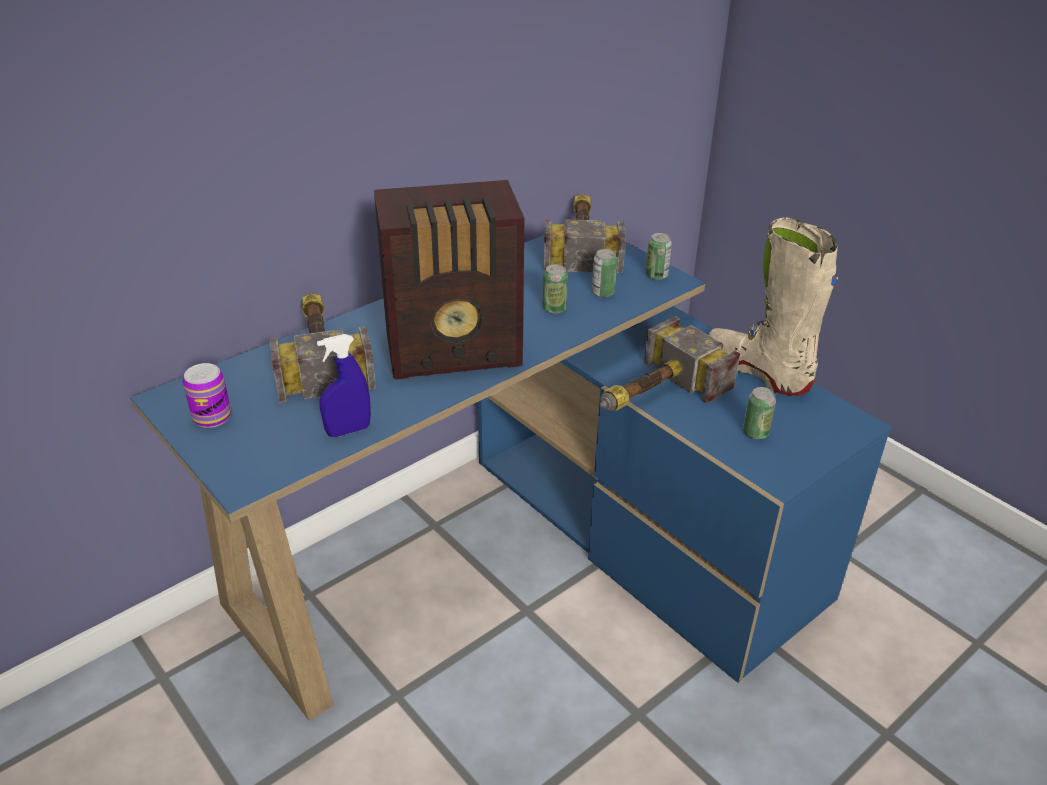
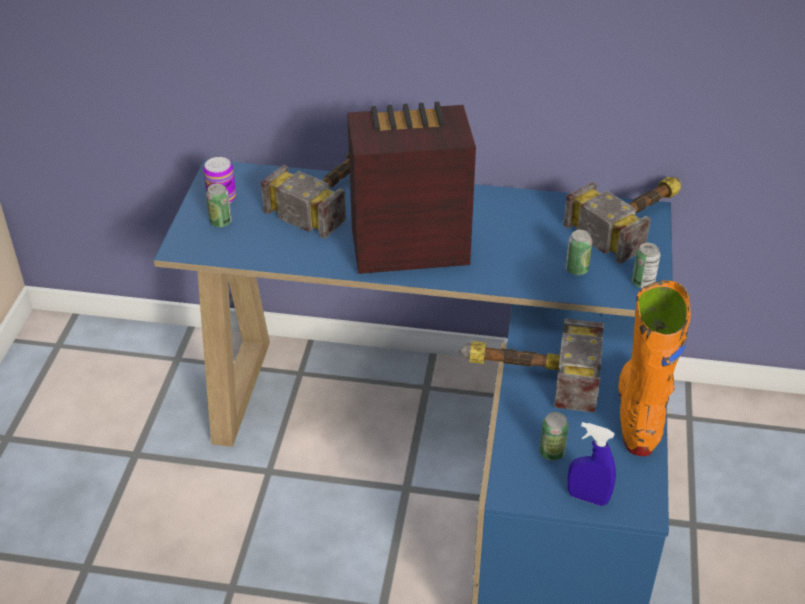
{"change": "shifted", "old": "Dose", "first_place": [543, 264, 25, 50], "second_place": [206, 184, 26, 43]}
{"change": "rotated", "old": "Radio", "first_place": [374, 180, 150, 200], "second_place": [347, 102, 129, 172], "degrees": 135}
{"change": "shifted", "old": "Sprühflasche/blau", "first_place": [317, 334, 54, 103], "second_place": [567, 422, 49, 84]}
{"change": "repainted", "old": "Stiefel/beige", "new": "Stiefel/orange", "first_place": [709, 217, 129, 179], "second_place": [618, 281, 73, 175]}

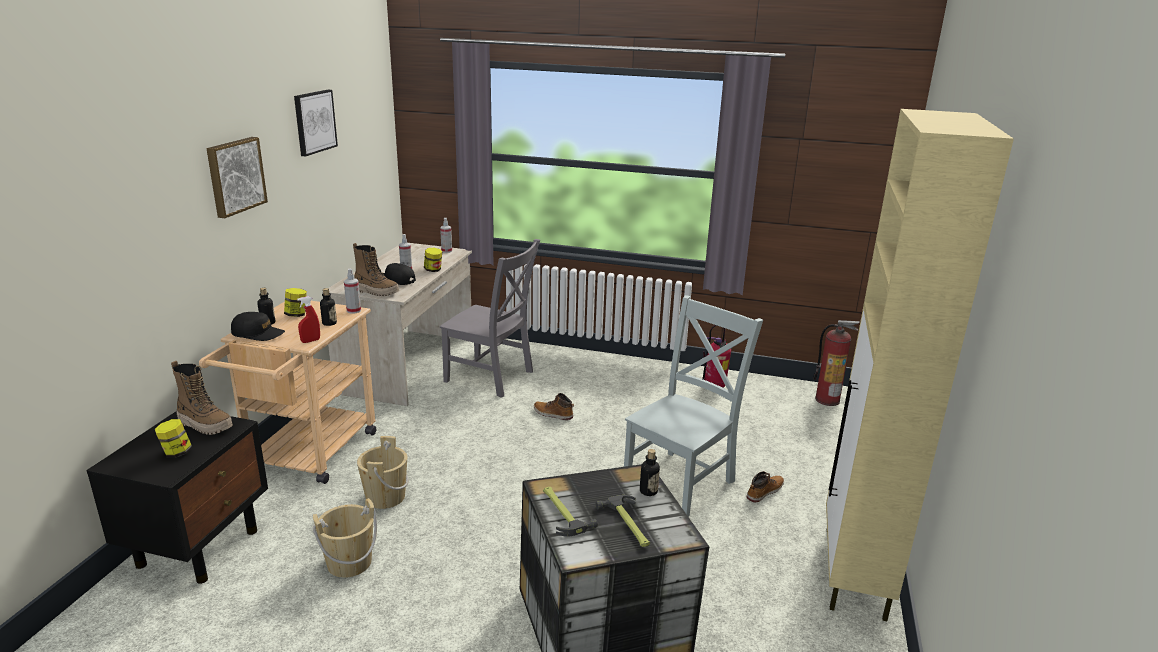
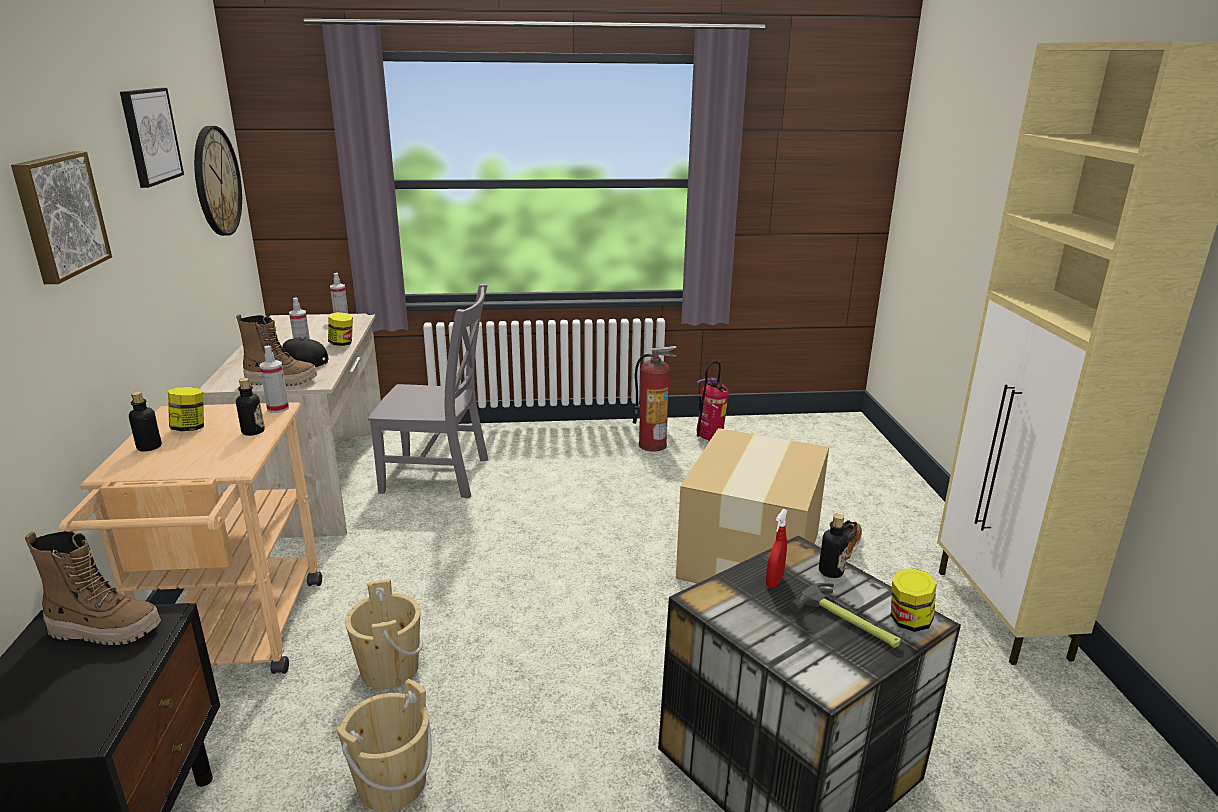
{"change": "new", "new": "Wanduhr", "second_place": [194, 126, 48, 110]}
{"change": "shifted", "old": "Feuerlöscher", "first_place": [813, 320, 47, 86], "second_place": [632, 346, 45, 106]}
{"change": "swapped", "old": "Stuhl/grau", "new": "Karton", "first_place": [624, 295, 139, 222], "second_place": [676, 428, 153, 155]}
{"change": "shifted", "old": "Sprühflasche/rot", "first_place": [297, 296, 23, 47], "second_place": [766, 509, 22, 79]}
{"change": "shifted", "old": "Vorratsglas", "first_place": [155, 419, 38, 39], "second_place": [891, 568, 46, 64]}
{"change": "gone", "old": "Kappe/schwarz", "first_place": [231, 312, 54, 29]}
{"change": "gone", "old": "Stiefel", "first_place": [534, 393, 40, 27]}
{"change": "gone", "old": "Hammer", "first_place": [543, 487, 55, 50]}

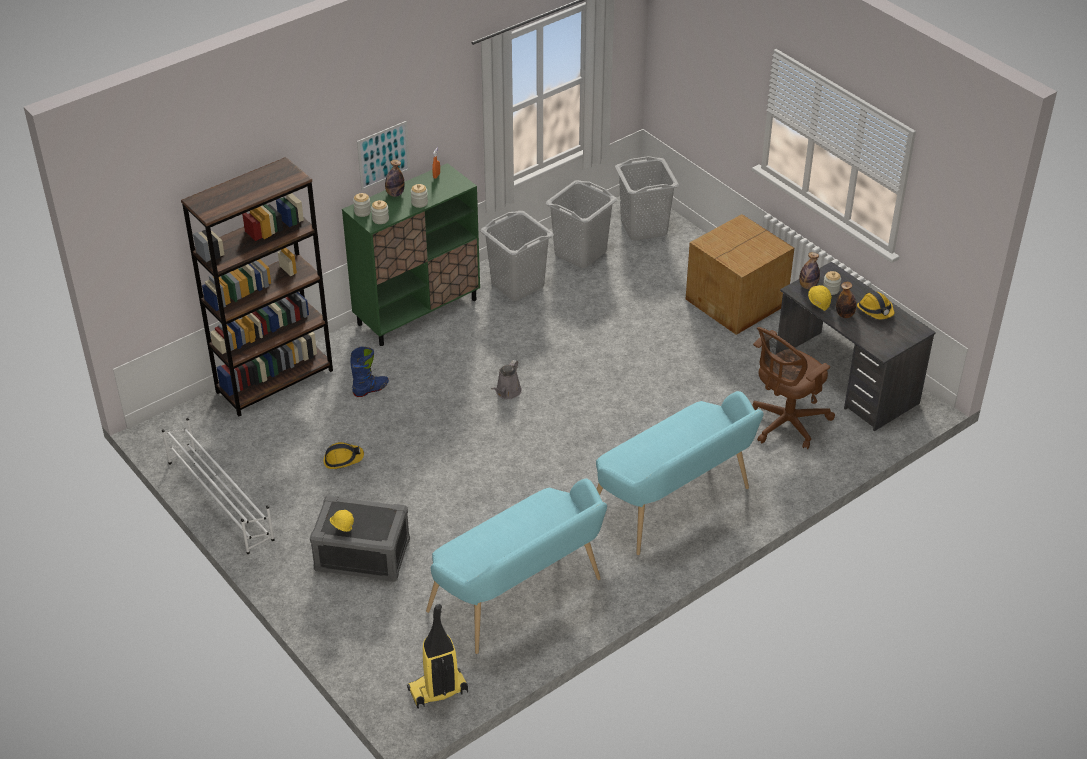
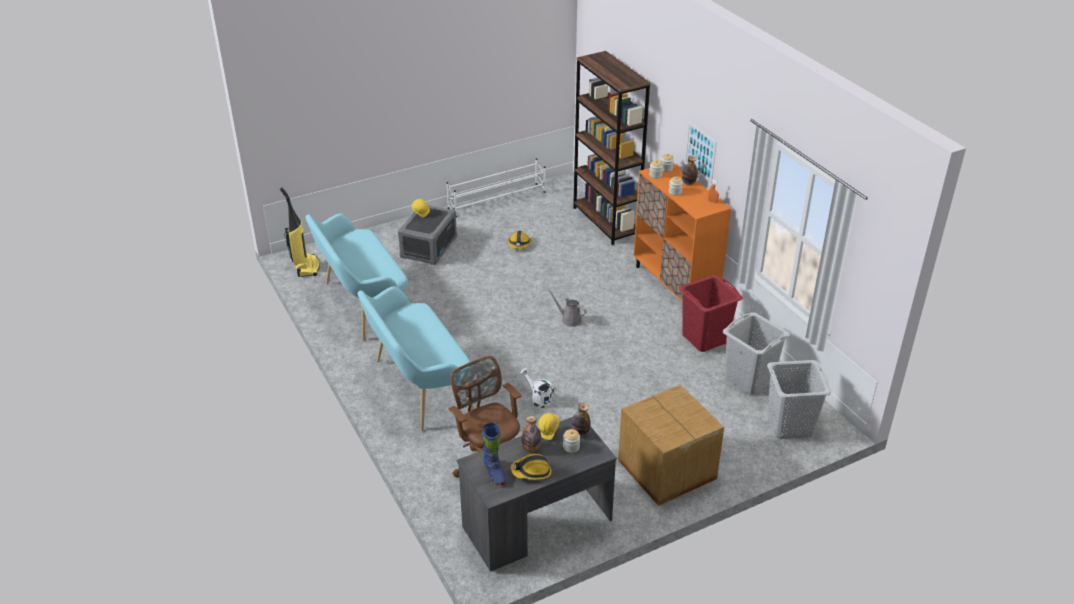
{"change": "shifted", "old": "Stiefel/blau", "first_place": [350, 347, 39, 50], "second_place": [482, 422, 25, 63]}
{"change": "new", "new": "Gießkanne/weiß", "second_place": [520, 368, 34, 40]}
{"change": "repainted", "old": "Schrank/grün", "new": "Schrank/orange", "first_place": [342, 163, 138, 183], "second_place": [634, 163, 97, 139]}
{"change": "repainted", "old": "Wäschekorb/grau", "new": "Wäschekorb/rot", "first_place": [481, 211, 73, 90], "second_place": [679, 275, 64, 77]}

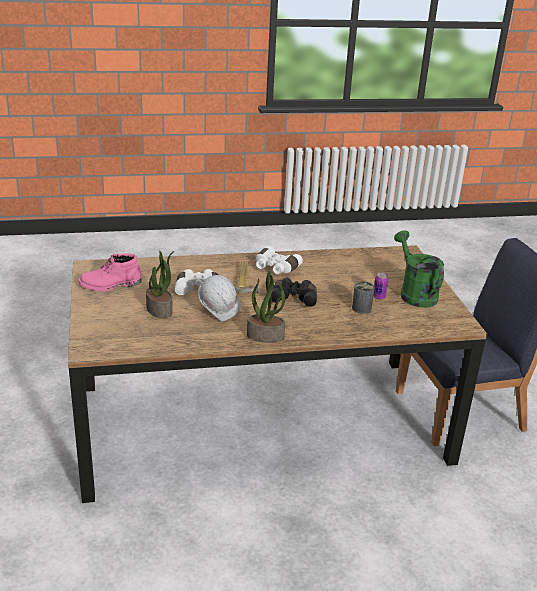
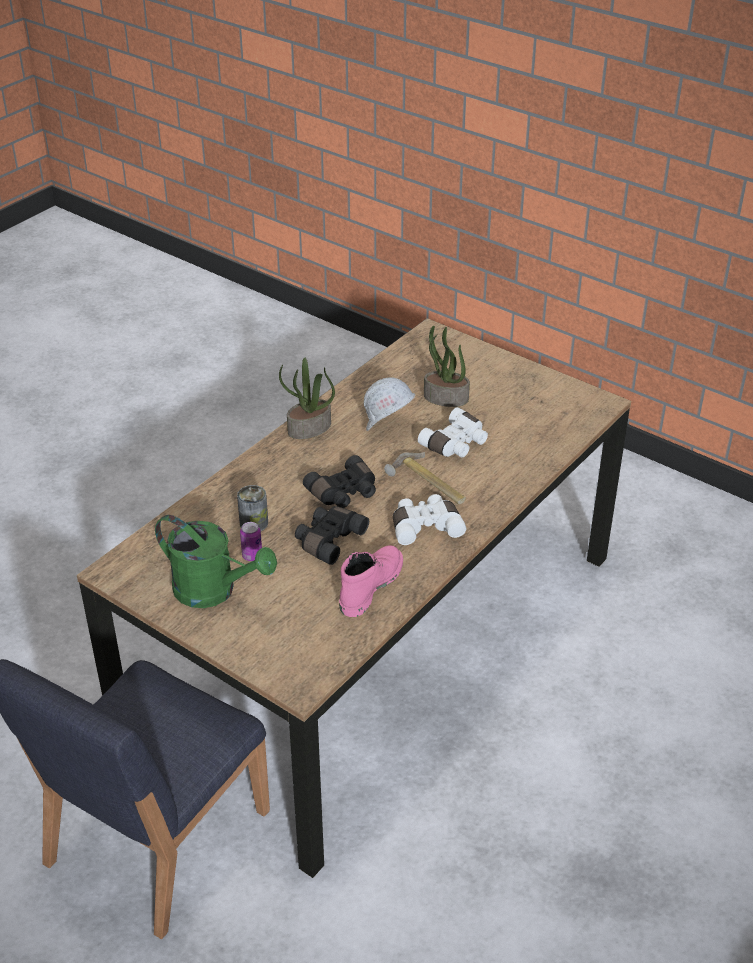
{"change": "new", "new": "Fernglas/schwarz", "second_place": [295, 506, 74, 59]}
{"change": "shifted", "old": "Stiefel/rosa", "first_place": [79, 253, 62, 38], "second_place": [339, 545, 64, 72]}

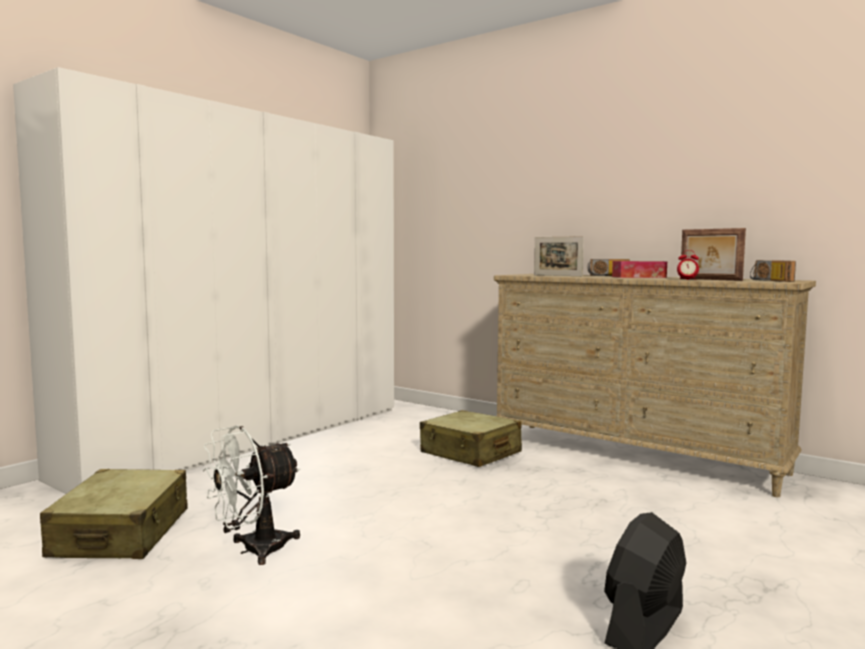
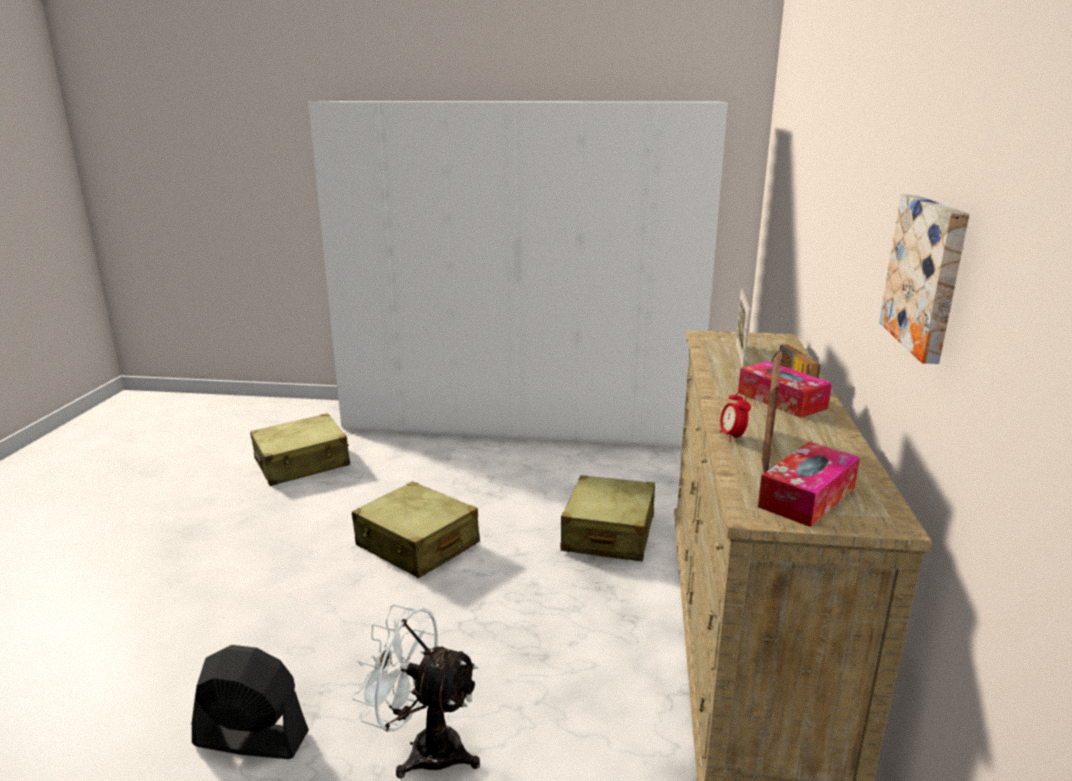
{"change": "shifted", "old": "Ventilator/weiß", "first_place": [203, 425, 97, 140], "second_place": [351, 604, 129, 175]}
{"change": "new", "new": "Koffer/beige", "second_place": [352, 481, 128, 97]}
{"change": "swapped", "old": "Radio", "new": "Taschentuchbox", "first_place": [750, 260, 46, 22], "second_place": [758, 442, 102, 85]}
{"change": "new", "new": "Bild", "second_place": [879, 194, 91, 170]}

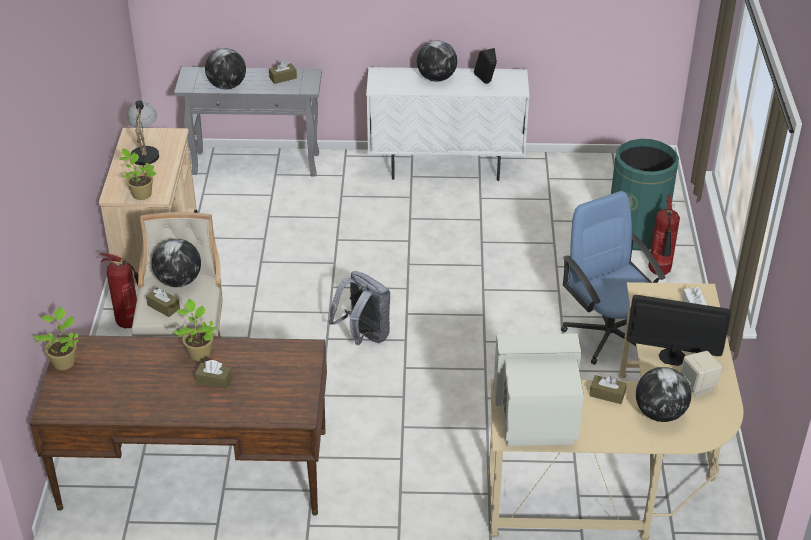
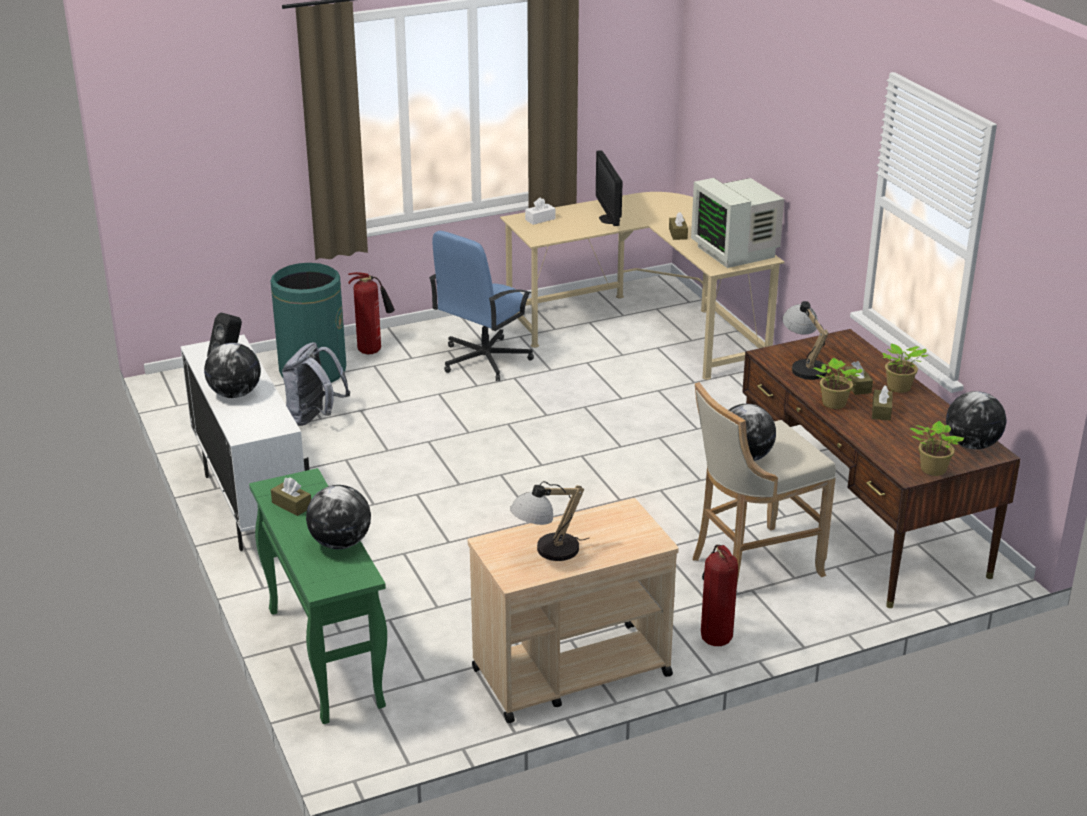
{"change": "repainted", "old": "Konsolentisch/grau", "new": "Konsolentisch/grün", "first_place": [174, 67, 148, 110], "second_place": [249, 468, 138, 256]}
{"change": "shifted", "old": "Rucksack/grau", "first_place": [329, 271, 61, 74], "second_place": [282, 342, 68, 84]}
{"change": "new", "new": "Tischlampe", "second_place": [782, 301, 47, 79]}
{"change": "shifted", "old": "Taschentuchbox/braun", "first_place": [146, 288, 34, 29], "second_place": [872, 385, 21, 36]}
{"change": "shifted", "old": "Topfpflanze", "first_place": [119, 148, 37, 52], "second_place": [882, 344, 46, 49]}
{"change": "shifted", "old": "Globus", "first_place": [636, 367, 55, 55], "second_place": [946, 391, 60, 58]}
{"change": "gone", "old": "Lautsprecher/beige", "first_place": [680, 351, 42, 46]}

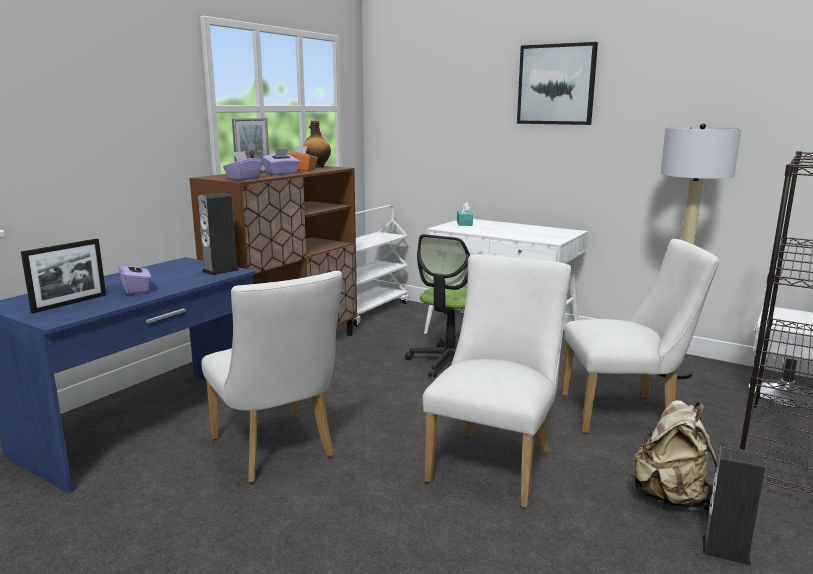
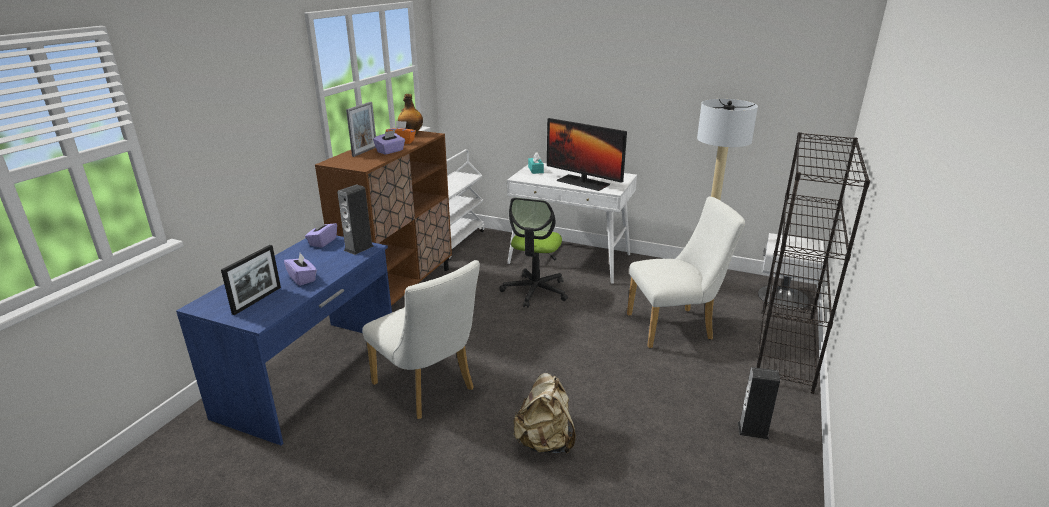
{"change": "shifted", "old": "Taschentuchbox/lila", "first_place": [223, 151, 39, 30], "second_place": [305, 219, 32, 28]}
{"change": "shifted", "old": "Rucksack/beige", "first_place": [630, 400, 87, 112], "second_place": [513, 373, 63, 81]}
{"change": "new", "new": "Monitor", "second_place": [547, 118, 80, 73]}
{"change": "gone", "old": "Stuhl/weiß", "first_place": [422, 254, 149, 254]}
{"change": "gone", "old": "Bild", "first_place": [517, 42, 81, 83]}

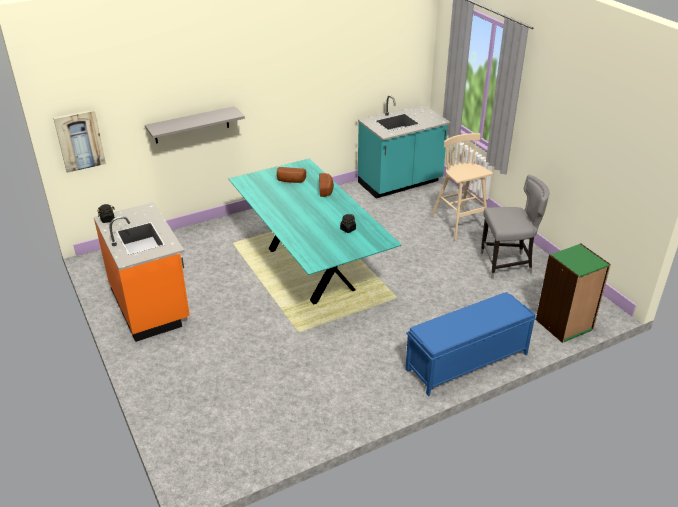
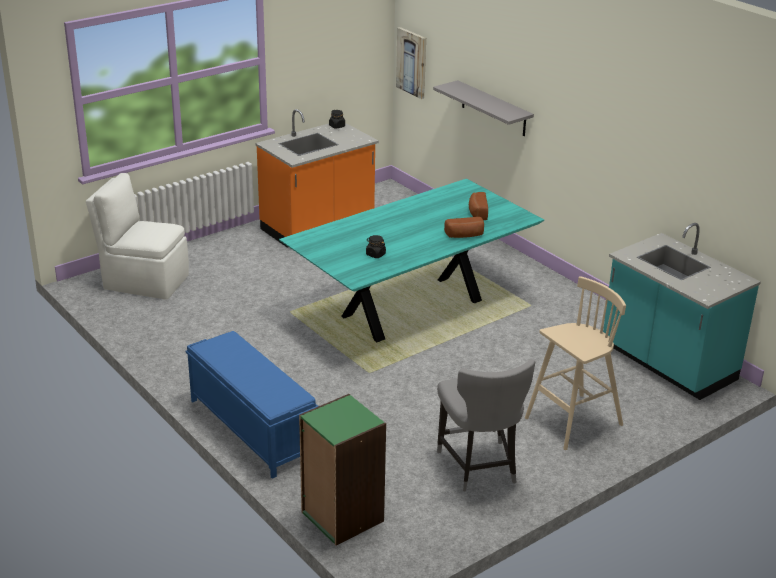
{"change": "new", "new": "Stuhl/weiß", "second_place": [86, 173, 103, 127]}

